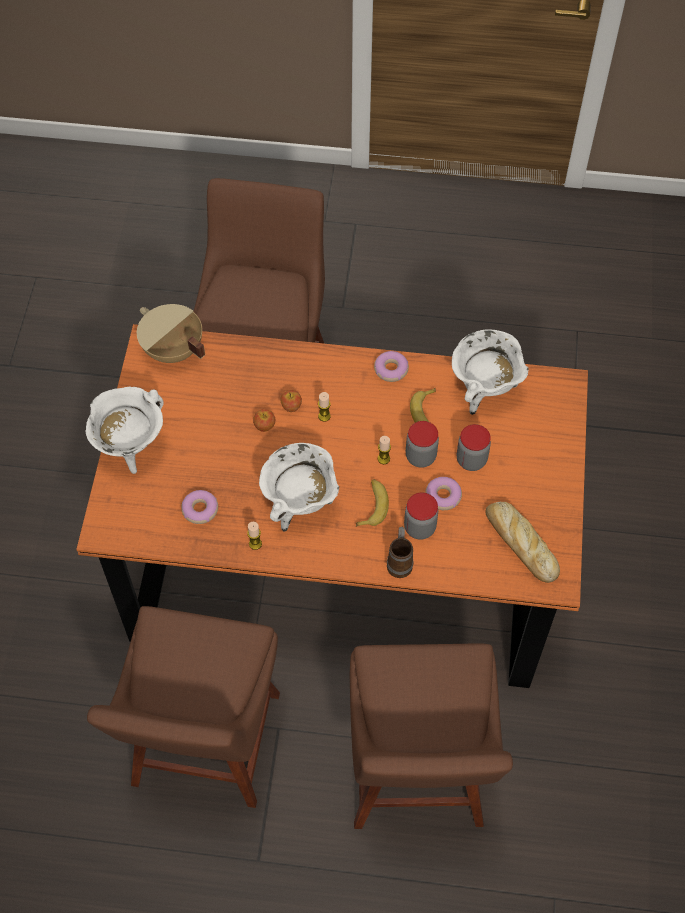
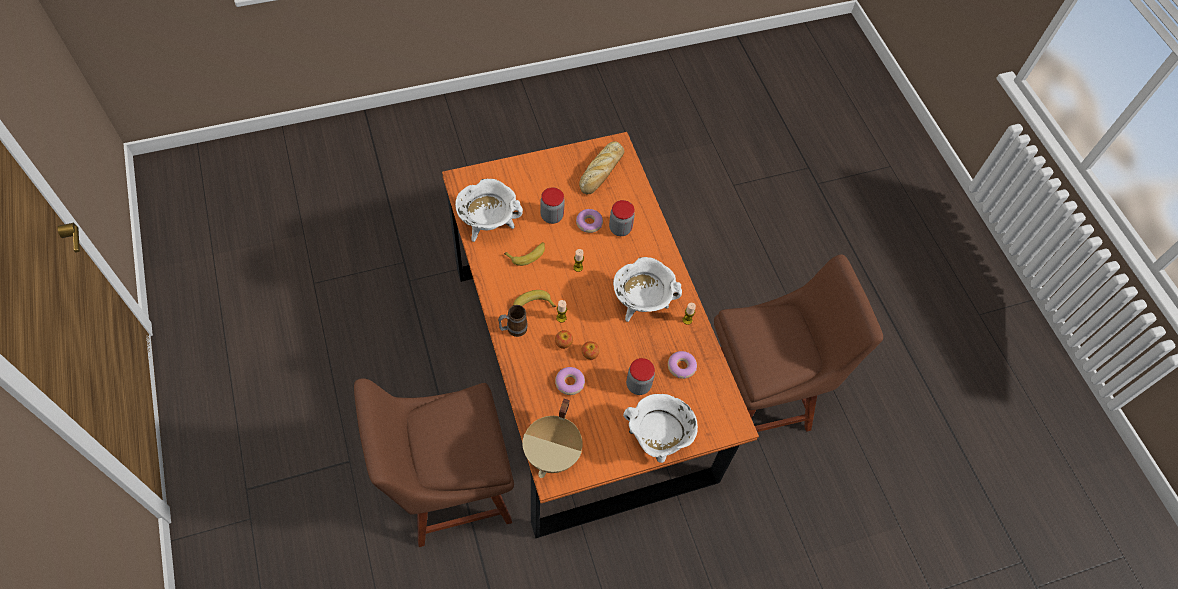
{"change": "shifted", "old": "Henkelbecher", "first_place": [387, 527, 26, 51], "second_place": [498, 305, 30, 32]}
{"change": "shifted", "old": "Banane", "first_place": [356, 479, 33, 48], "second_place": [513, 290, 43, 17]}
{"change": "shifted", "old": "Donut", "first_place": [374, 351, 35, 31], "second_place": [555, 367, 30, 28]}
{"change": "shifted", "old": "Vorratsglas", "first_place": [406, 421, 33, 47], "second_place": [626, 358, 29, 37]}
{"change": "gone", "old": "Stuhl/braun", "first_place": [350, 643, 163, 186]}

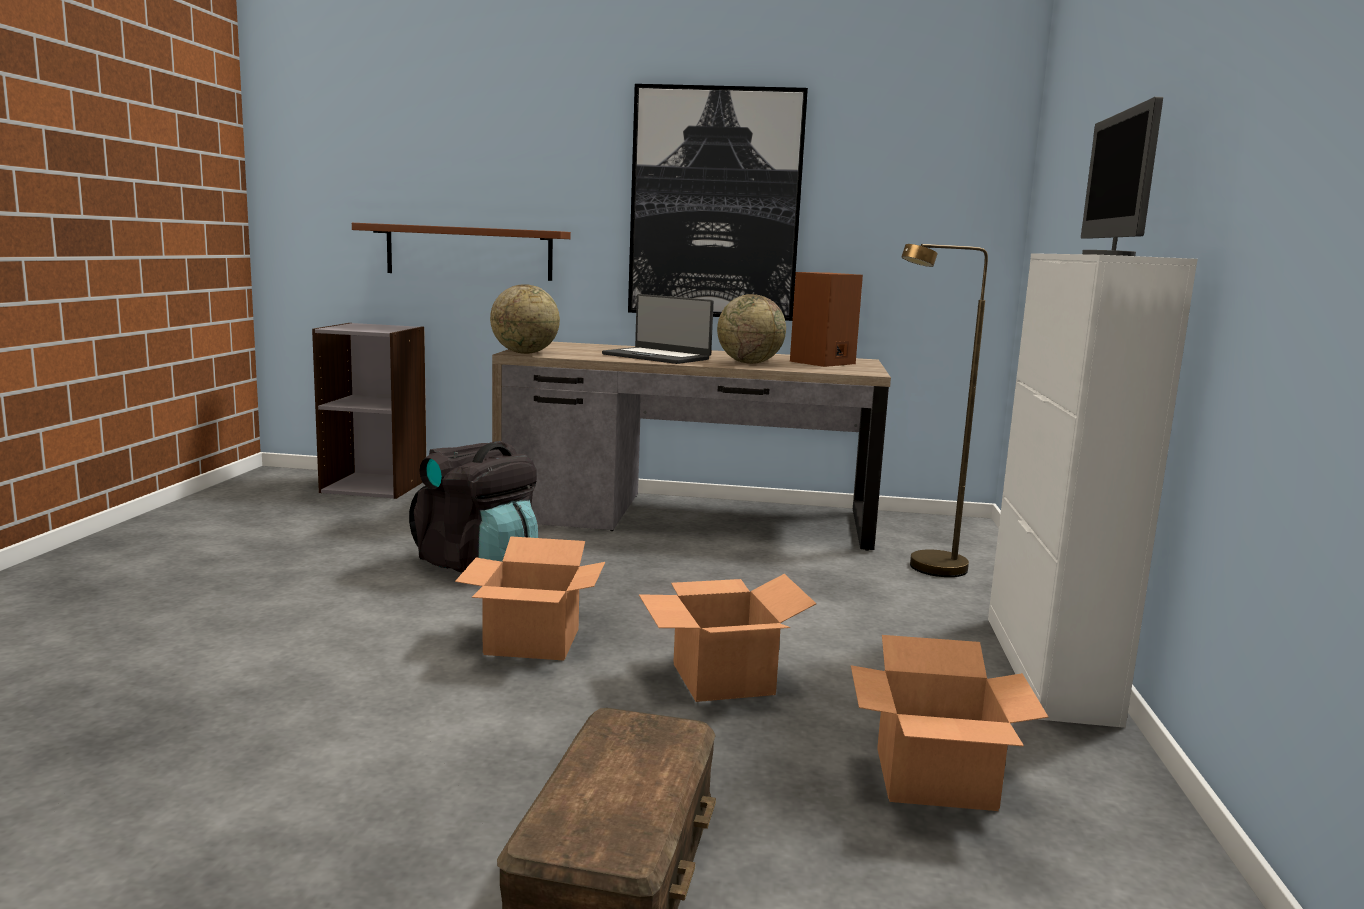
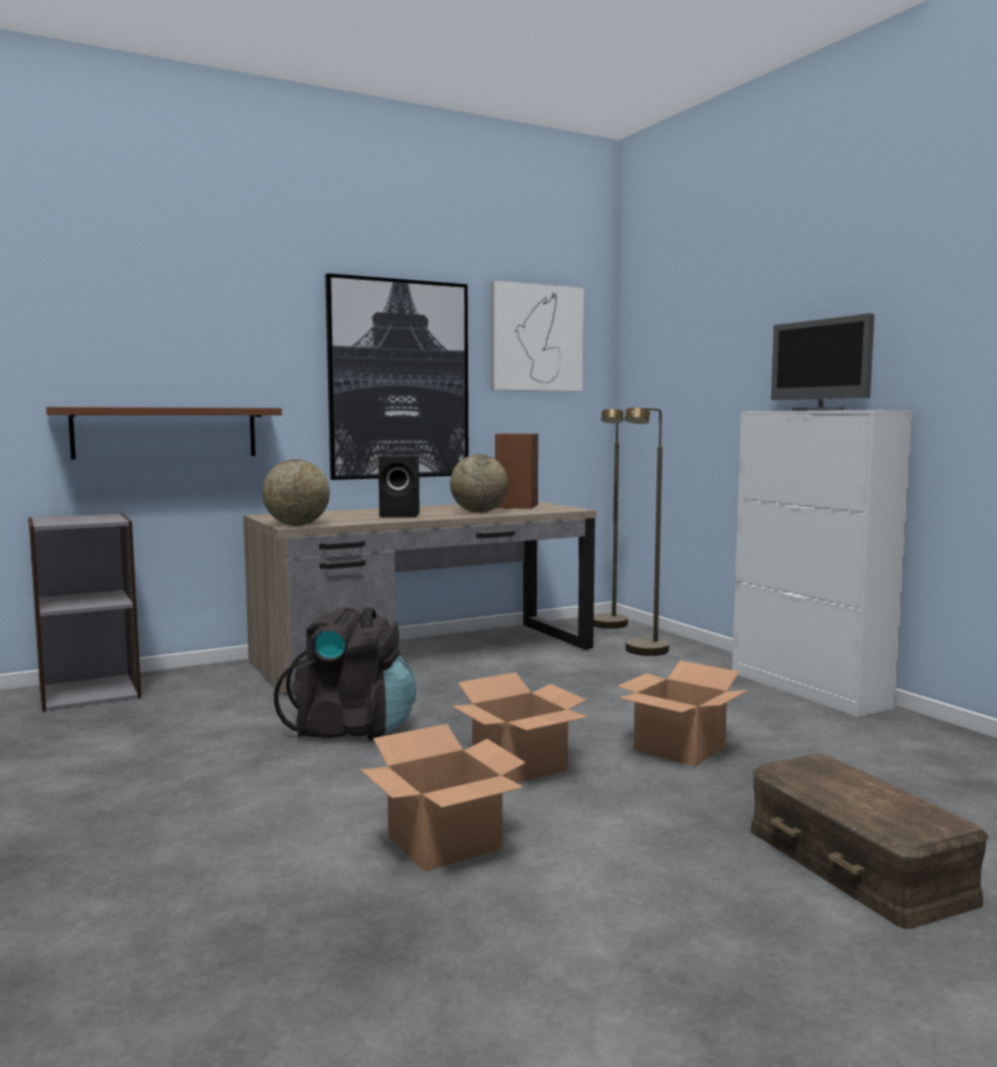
{"change": "shifted", "old": "Karton", "first_place": [851, 635, 198, 176], "second_place": [360, 724, 166, 147]}
{"change": "swapped", "old": "Laptop", "new": "Lautsprecher/schwarz", "first_place": [602, 294, 112, 70], "second_place": [378, 455, 42, 63]}
{"change": "new", "new": "Bild", "second_place": [491, 281, 93, 110]}
{"change": "new", "new": "Stehlampe/braun", "second_place": [594, 409, 34, 220]}

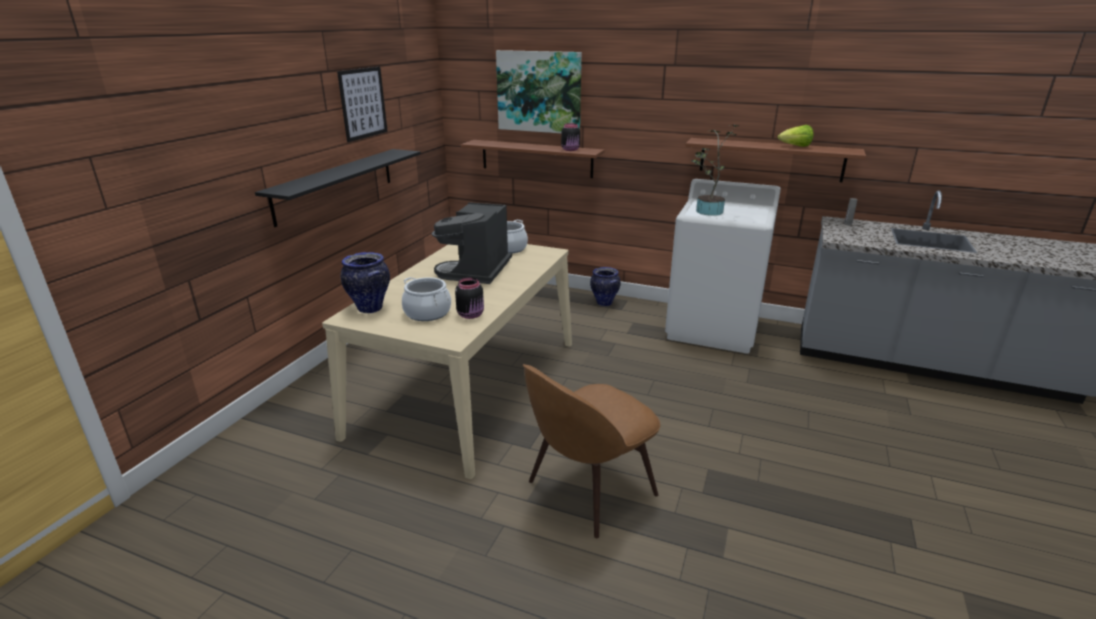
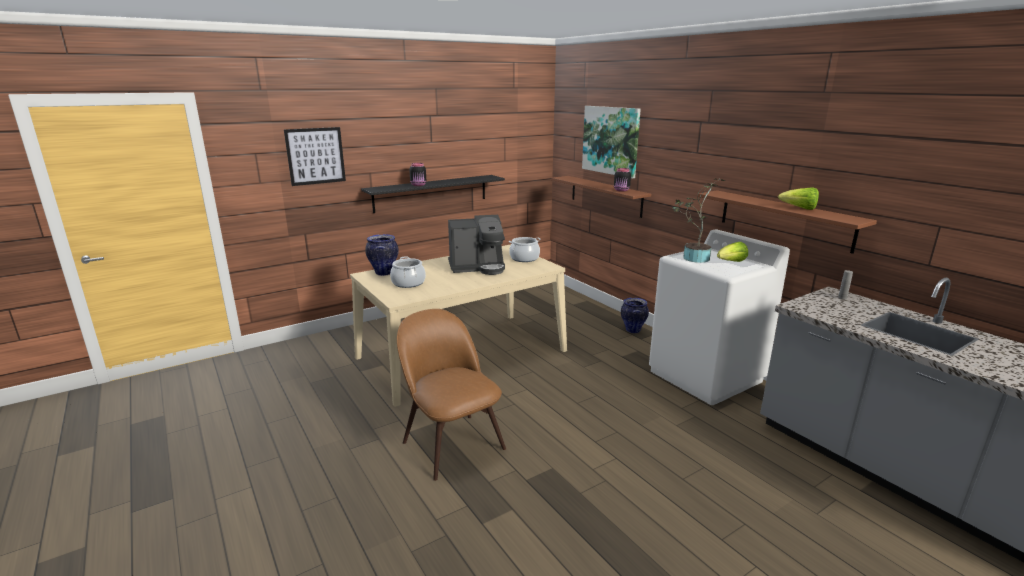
{"change": "shifted", "old": "Bild", "first_place": [337, 67, 51, 75], "second_place": [284, 127, 62, 59]}
{"change": "rotated", "old": "Stuhl/braun", "first_place": [523, 364, 137, 174], "second_place": [397, 309, 109, 172], "degrees": 60}
{"change": "shifted", "old": "Vorratsglas/schwarz", "first_place": [455, 278, 29, 41], "second_place": [409, 163, 17, 23]}
{"change": "rotated", "old": "Kaffeemaschine", "first_place": [432, 202, 80, 82], "second_place": [448, 215, 57, 60], "degrees": -150}
{"change": "new", "new": "Salatkopf", "second_place": [717, 242, 31, 20]}

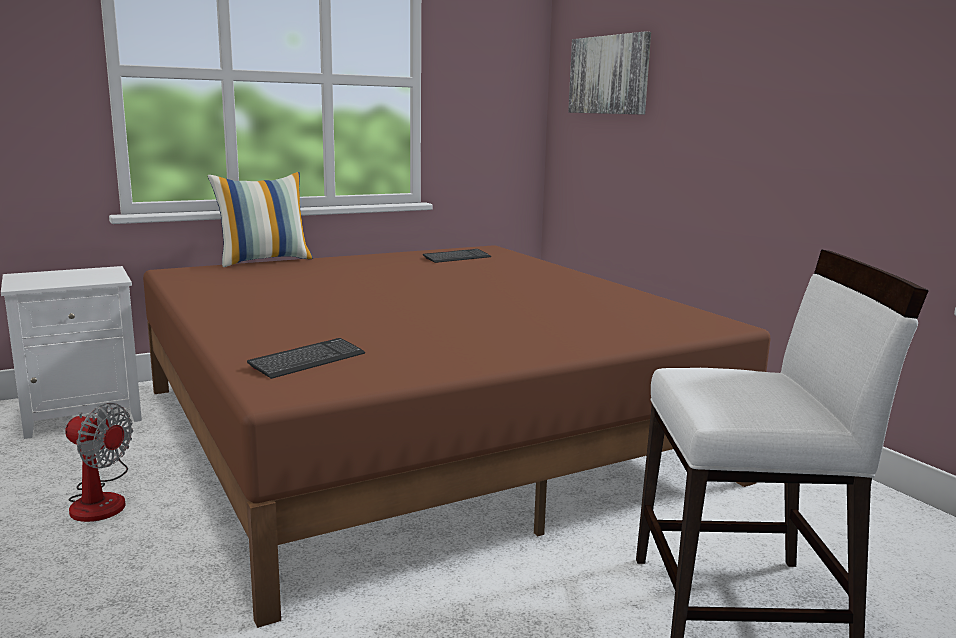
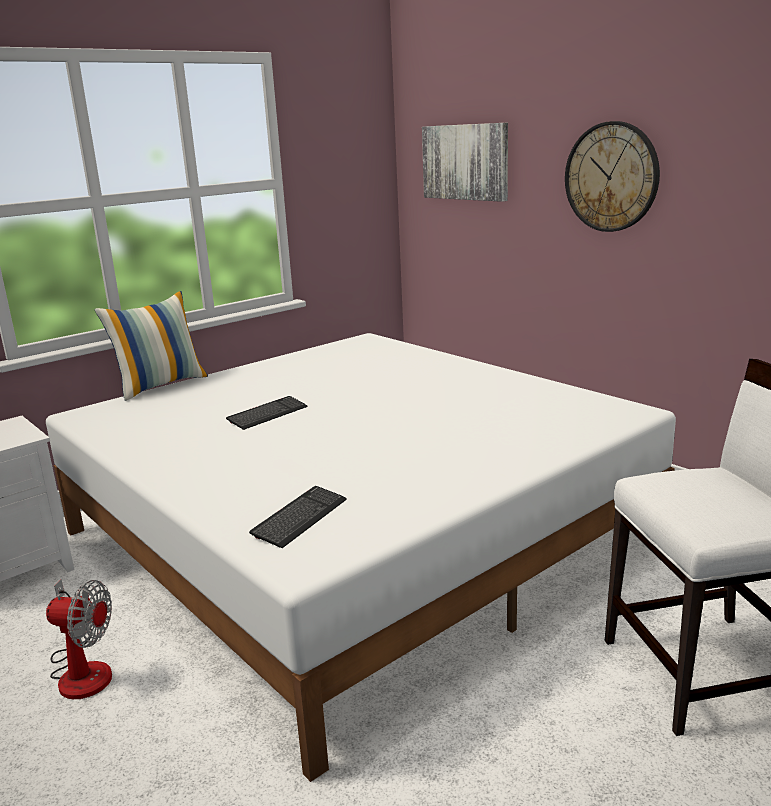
{"change": "repainted", "old": "Bett/braun", "new": "Bett/weiß", "first_place": [143, 245, 628, 383], "second_place": [46, 333, 630, 449]}
{"change": "shifted", "old": "Tastatur", "first_place": [423, 249, 68, 14], "second_place": [226, 396, 82, 34]}
{"change": "new", "new": "Wanduhr", "second_place": [565, 121, 95, 111]}

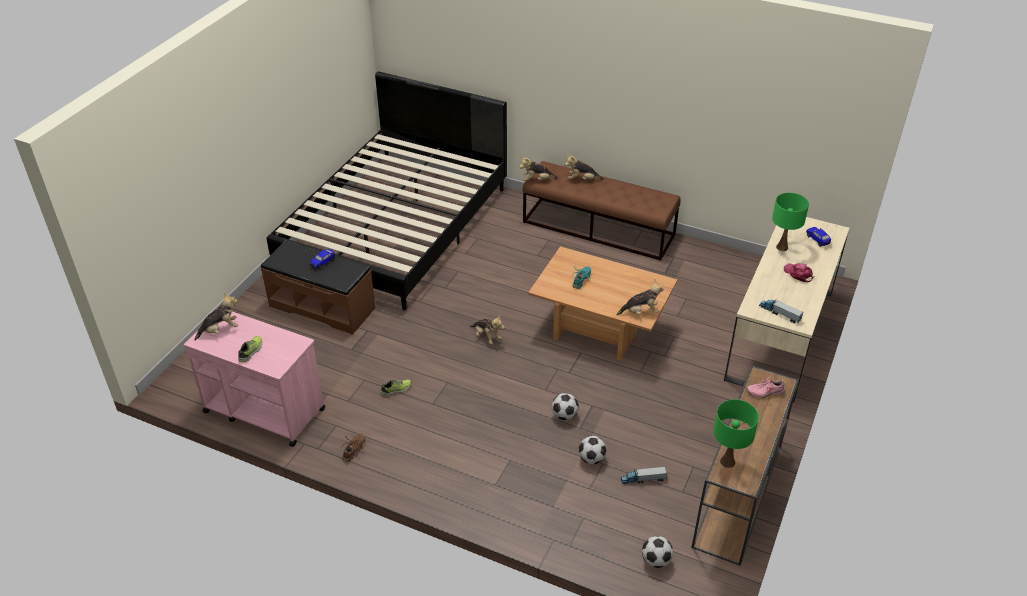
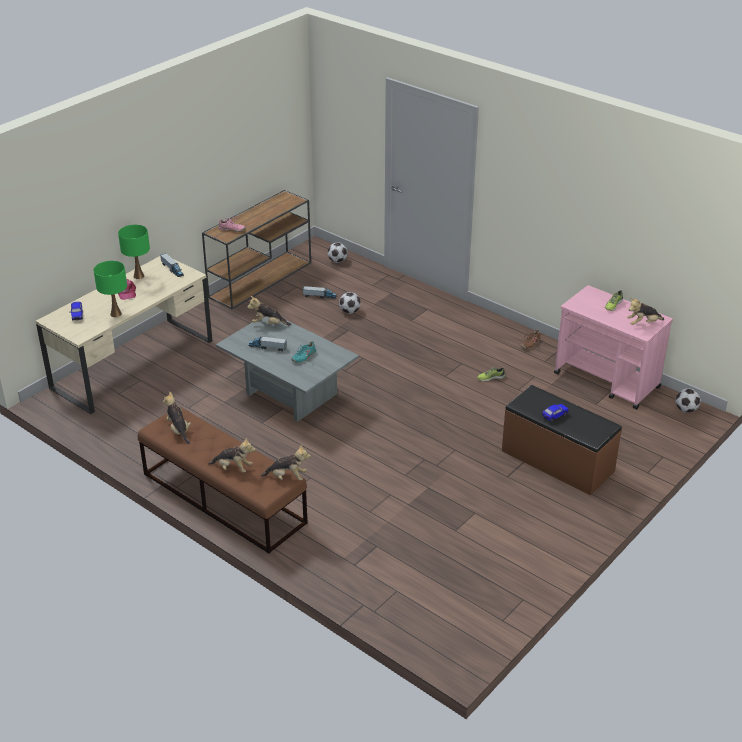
{"change": "shifted", "old": "Tischlampe/grün", "first_place": [713, 399, 46, 69], "second_place": [118, 225, 32, 54]}
{"change": "shifted", "old": "Plüschtier", "first_place": [470, 315, 35, 29], "second_place": [163, 392, 28, 52]}
{"change": "repainted", "old": "Couchtisch/braun", "new": "Couchtisch/grau", "first_place": [528, 246, 150, 115], "second_place": [216, 317, 143, 105]}
{"change": "new", "new": "Spielzeuglaster", "second_place": [248, 337, 39, 14]}
{"change": "shifted", "old": "Fußball", "first_place": [552, 393, 27, 27], "second_place": [675, 388, 26, 25]}
{"change": "gone", "old": "Bett/schwarz", "first_place": [266, 72, 241, 238]}

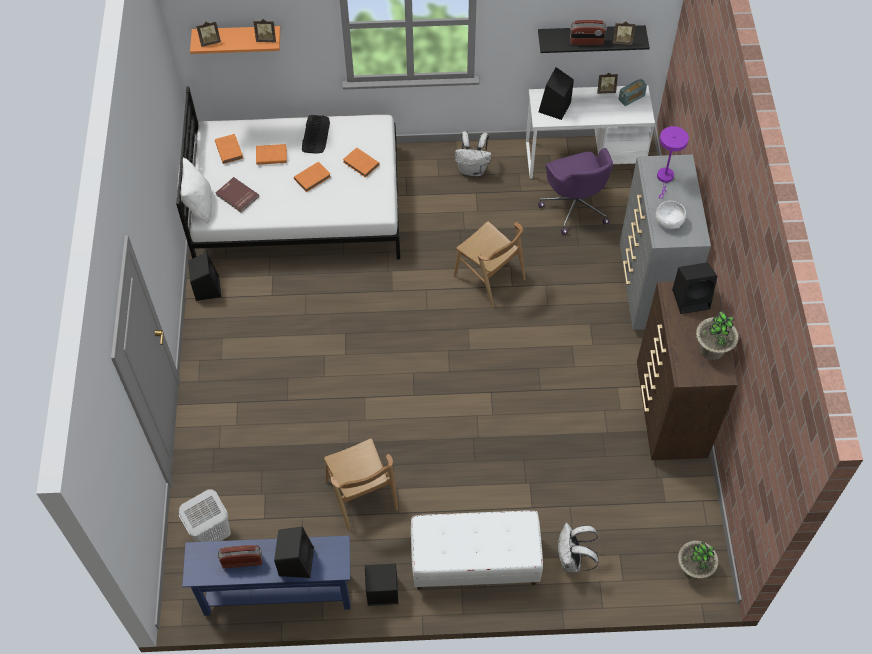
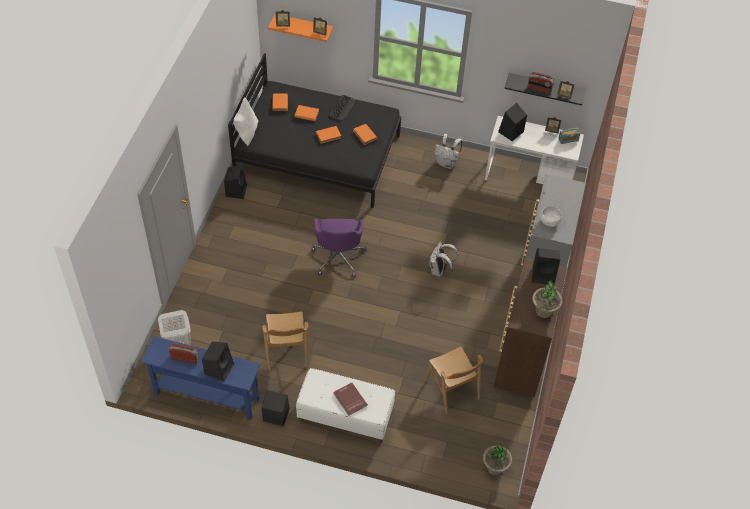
{"change": "repainted", "old": "Bett/weiß", "new": "Bett/schwarz", "first_place": [176, 87, 224, 172], "second_place": [228, 53, 173, 155]}
{"change": "shifted", "old": "Bürostuhl/lila", "first_place": [538, 148, 75, 87], "second_place": [311, 219, 55, 58]}
{"change": "shifted", "old": "Buch/rot", "first_place": [215, 177, 44, 36], "second_place": [333, 382, 35, 34]}
{"change": "shifted", "old": "Stuhl/braun", "first_place": [454, 222, 72, 85], "second_place": [425, 347, 58, 67]}
{"change": "shifted", "old": "Rucksack/weiß", "first_place": [558, 523, 41, 49], "second_place": [430, 241, 28, 36]}
{"change": "gone", "old": "Tischlampe/lila", "first_place": [657, 126, 32, 73]}

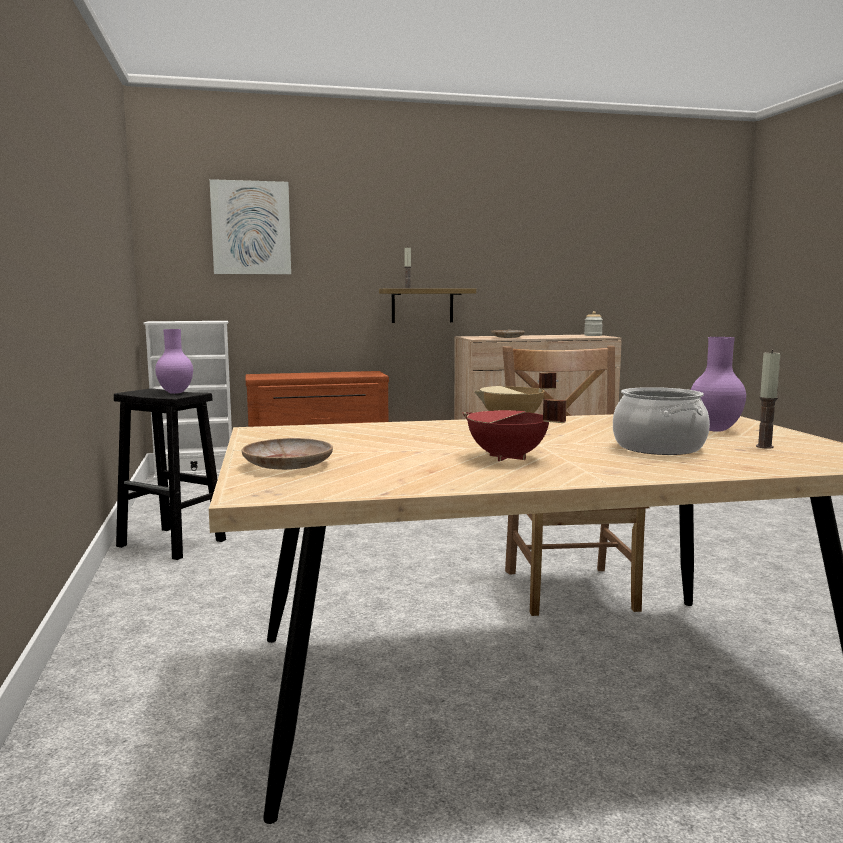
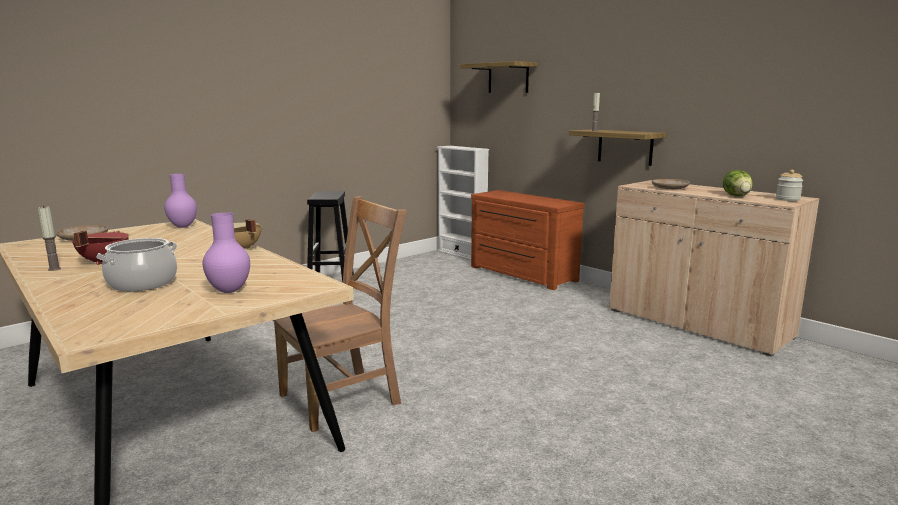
{"change": "shifted", "old": "Kerze", "first_place": [756, 350, 24, 99], "second_place": [38, 205, 23, 66]}
{"change": "shifted", "old": "Vase/lila", "first_place": [155, 329, 38, 65], "second_place": [164, 174, 33, 54]}
{"change": "swapped", "old": "Bild", "new": "Wandregal", "first_place": [210, 179, 81, 95], "second_place": [460, 61, 77, 32]}
{"change": "new", "new": "Salatkopf", "second_place": [723, 170, 30, 26]}

